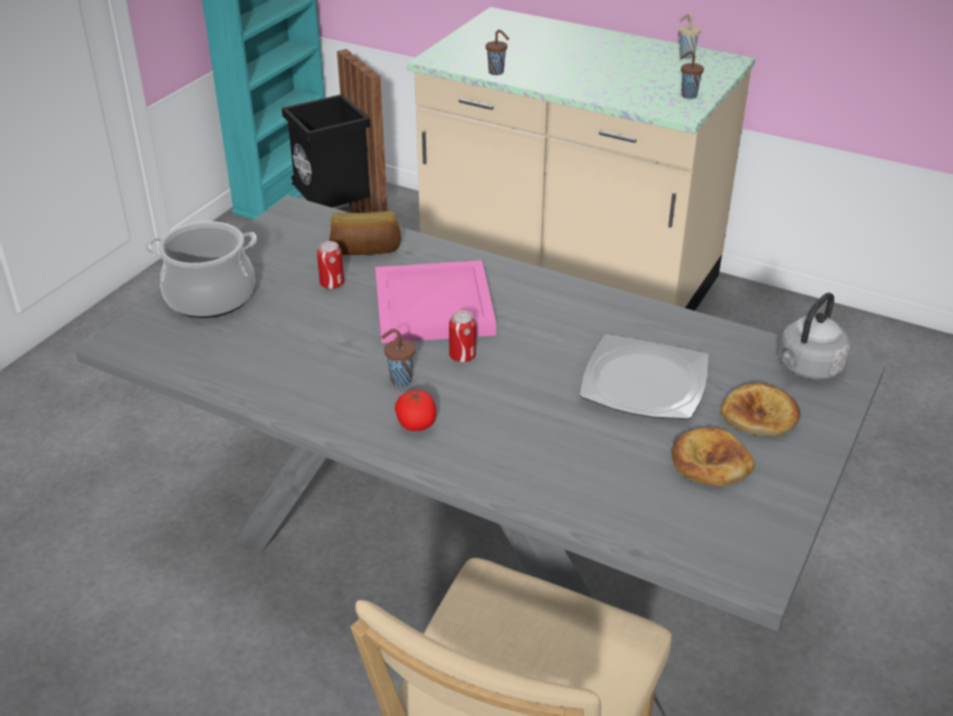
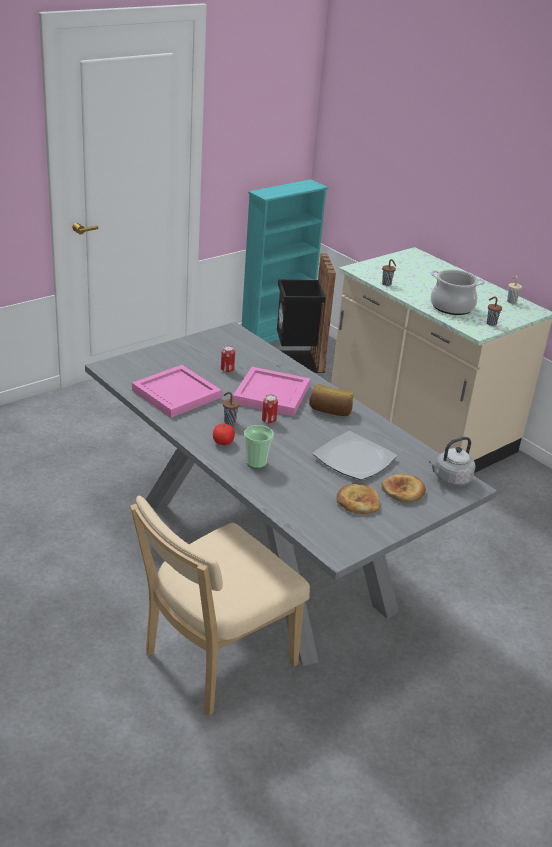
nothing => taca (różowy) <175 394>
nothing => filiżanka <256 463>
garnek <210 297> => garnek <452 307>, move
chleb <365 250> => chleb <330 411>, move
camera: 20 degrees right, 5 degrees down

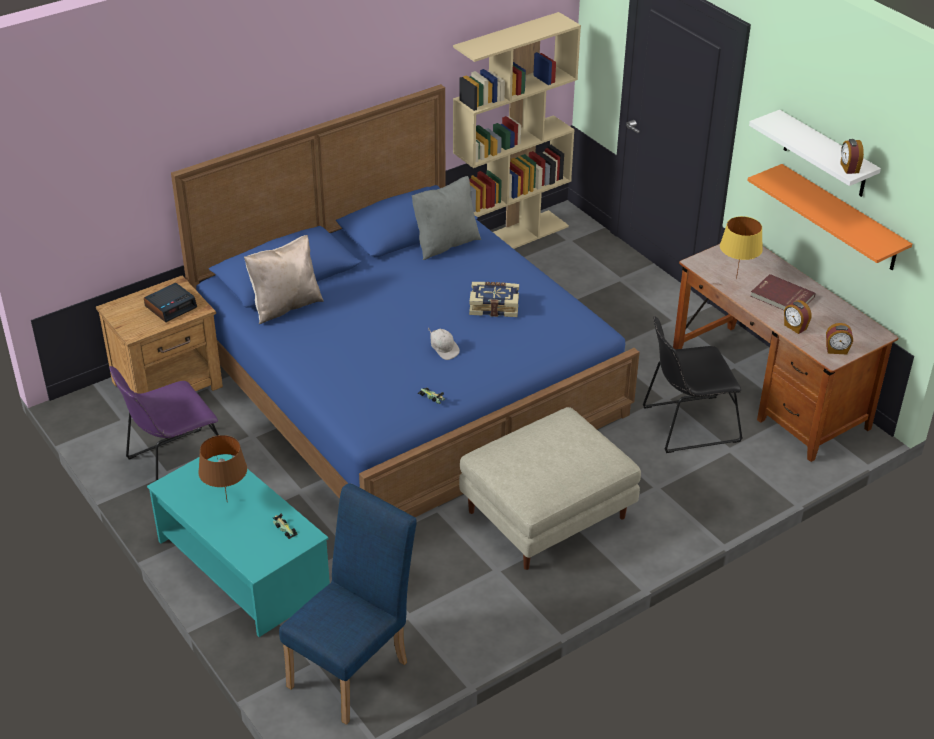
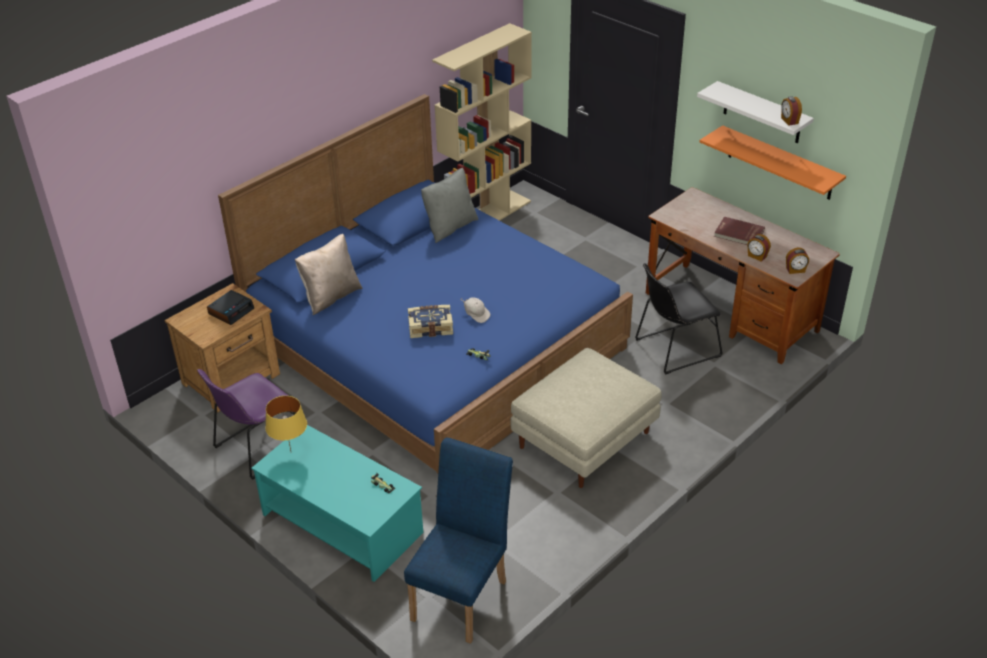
lampa stołowa (brązowy) <226 502> => nothing
książka <494 306> => książka <430 326>, move
lampa stołowa (żółty) <736 279> => lampa stołowa (żółty) <291 452>, move
camera: 10 degrees left, 0 degrees up

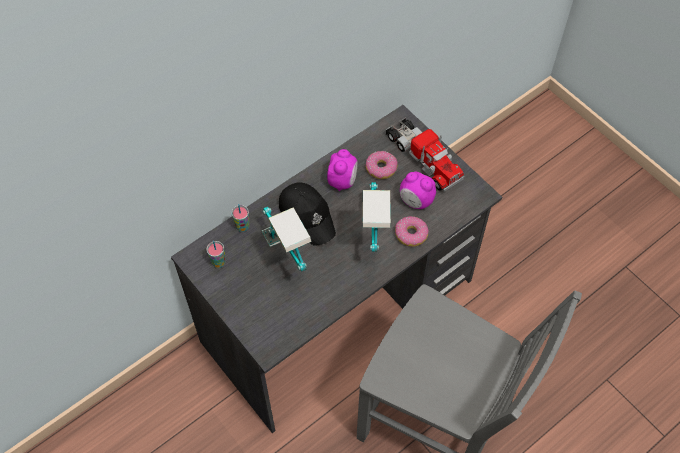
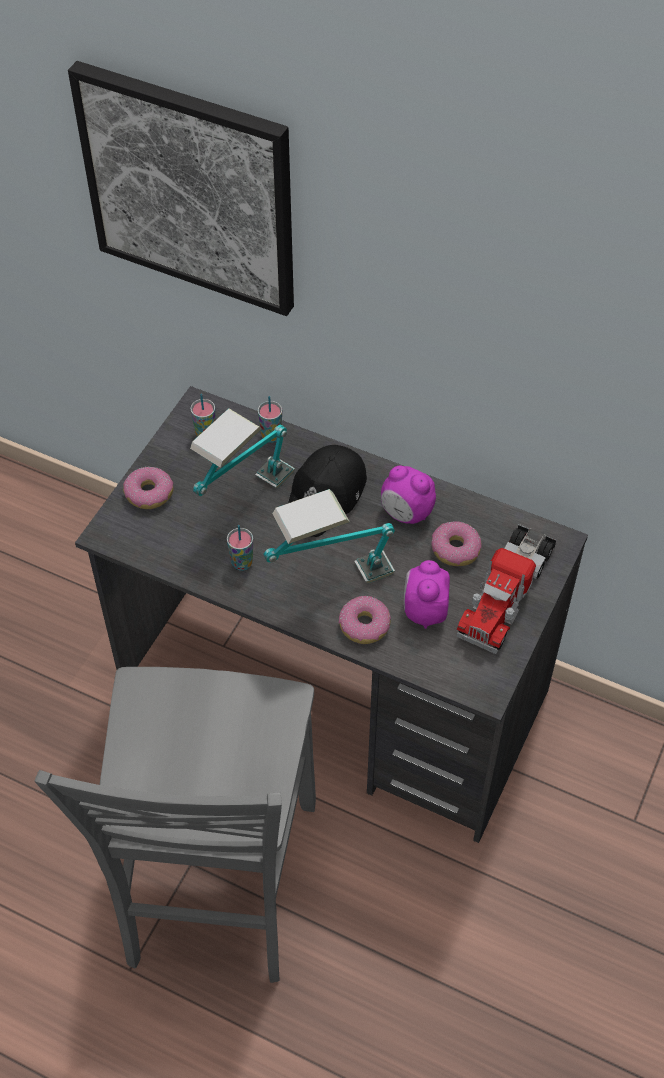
nothing => obraz <190 188>
nothing => donut <149 494>
nothing => filiżanka <242 563>
budzik <342 181> => budzik <406 513>, 45 degrees clockwise
camera: 65 degrees right, 5 degrees down

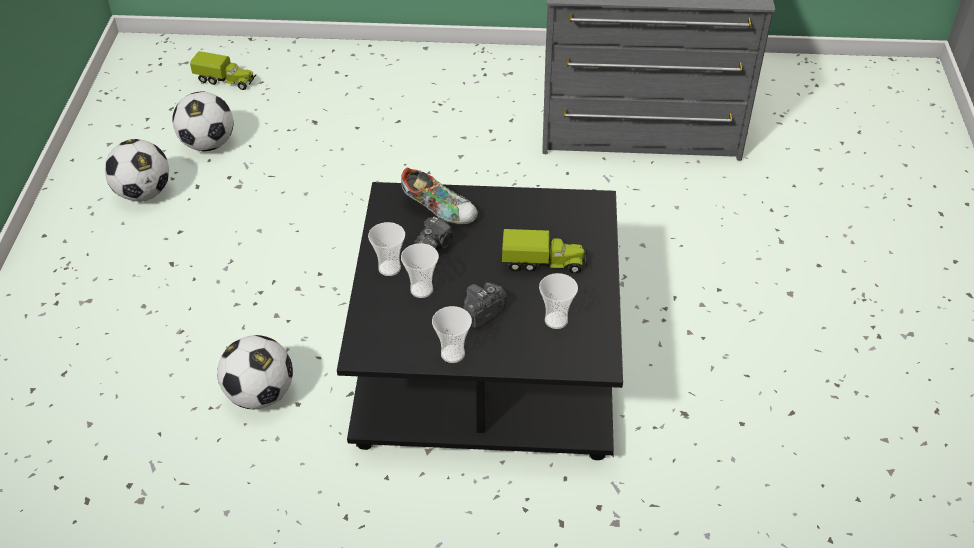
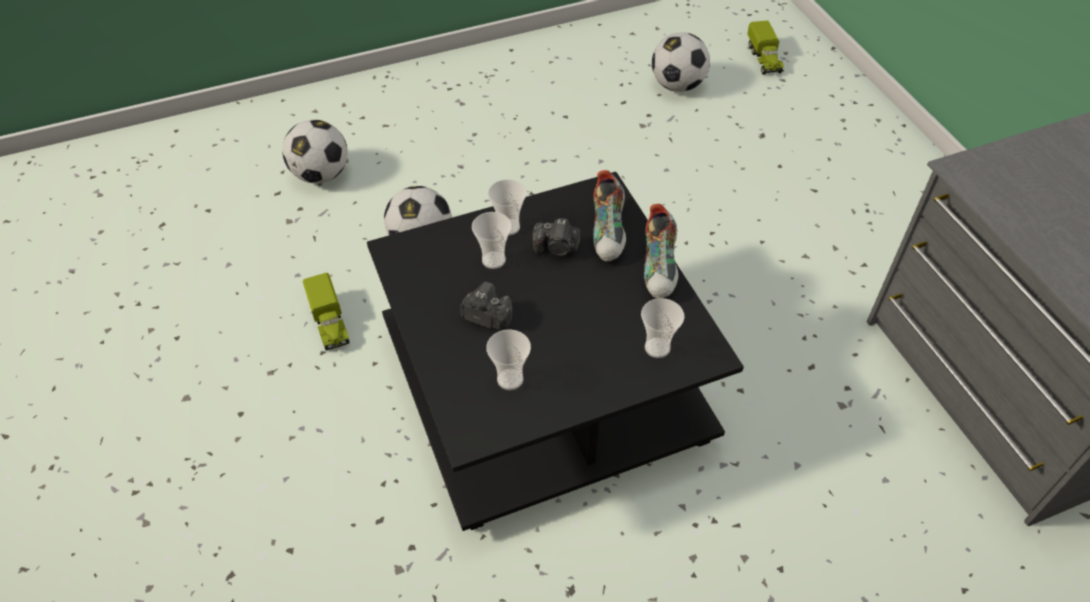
nothing => but <661 267>
piłka futbolowa <143 193> => piłka futbolowa <321 174>, move
filiżanka <452 354> => filiżanka <657 347>, move
ciężarówka zabawkowa <544 263> => ciężarówka zabawkowa <330 323>, move
camera: 65 degrees right, 5 degrees up

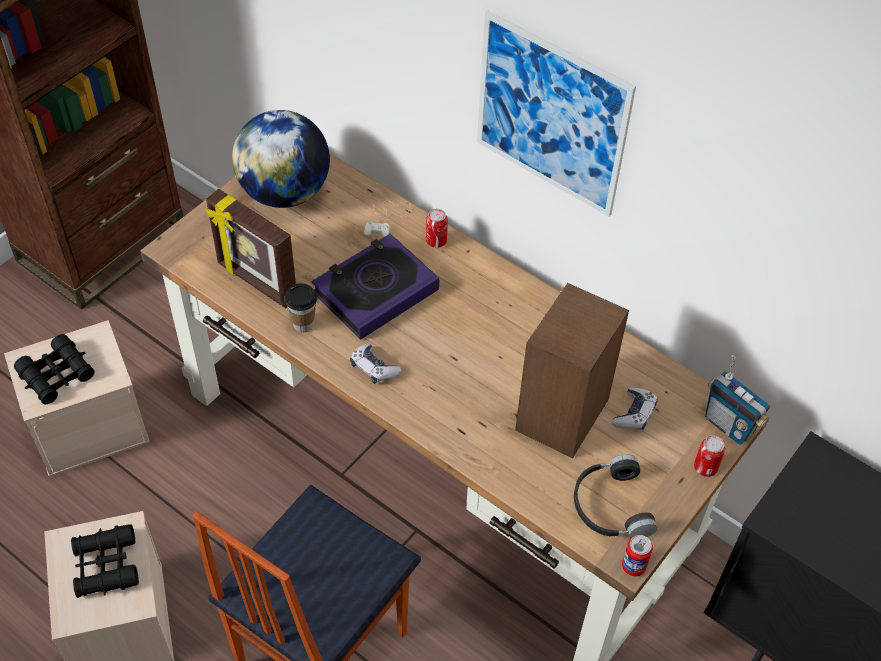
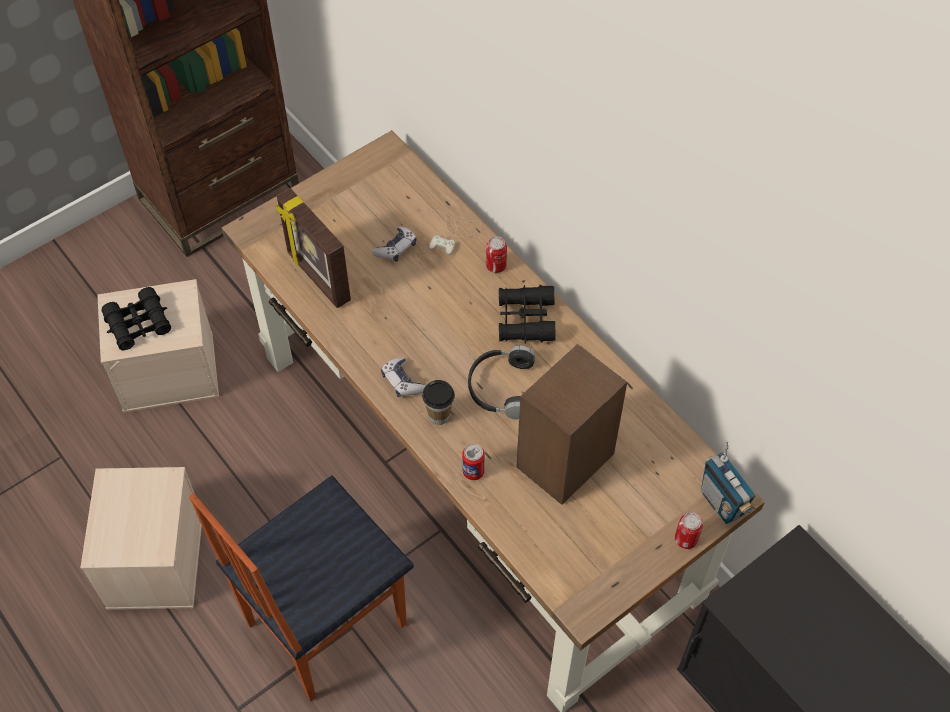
globus <284 193> => nothing
książka <375 291> => nothing
obraz <551 115> => nothing
lornetka (czarny) <106 566> => lornetka (czarny) <525 320>, move
filiżanka <303 324> => filiżanka <439 416>, move
słuchawki (czarny) <609 506> => słuchawki (czarny) <500 387>, move
pad do gier <634 414> => pad do gier <396 248>, move
puszka <633 566> => puszka <473 471>, move
camera: 15 degrees right, 5 degrees up

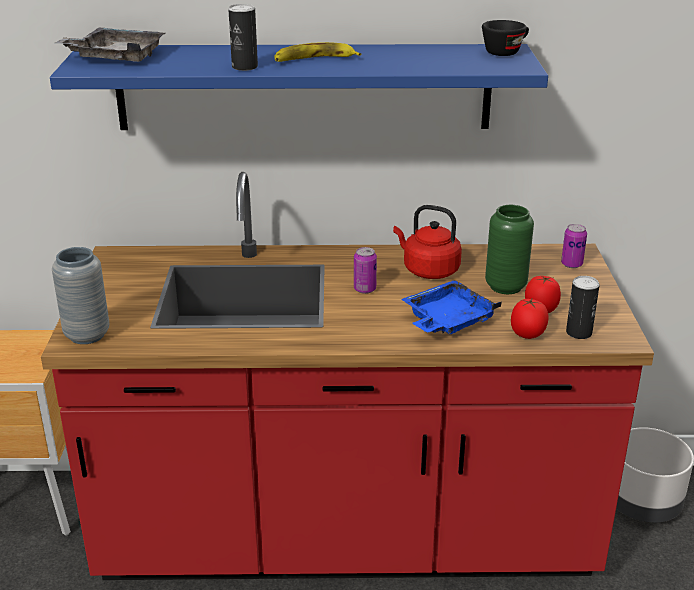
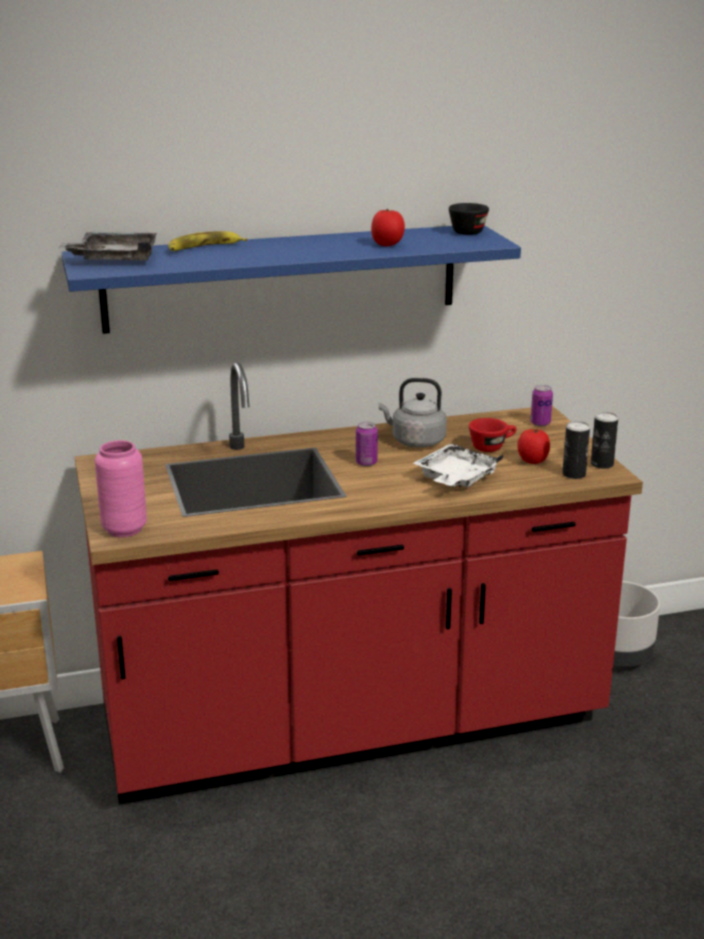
puszka <244 67> => puszka <602 464>, move
banan <314 60> => banan <203 248>, move
pomidor <527 335> => pomidor <387 245>, move
wazon (zielony) <505 286> => filiżanka (czerwony) <492 447>
wazon (szary) <87 335> => wazon (różowy) <124 529>
czajnik (czerwony) <428 270> => czajnik (szary) <415 441>
taca (niebieski) <447 320> => taca (biały) <455 478>
camera: 15 degrees left, 5 degrees down

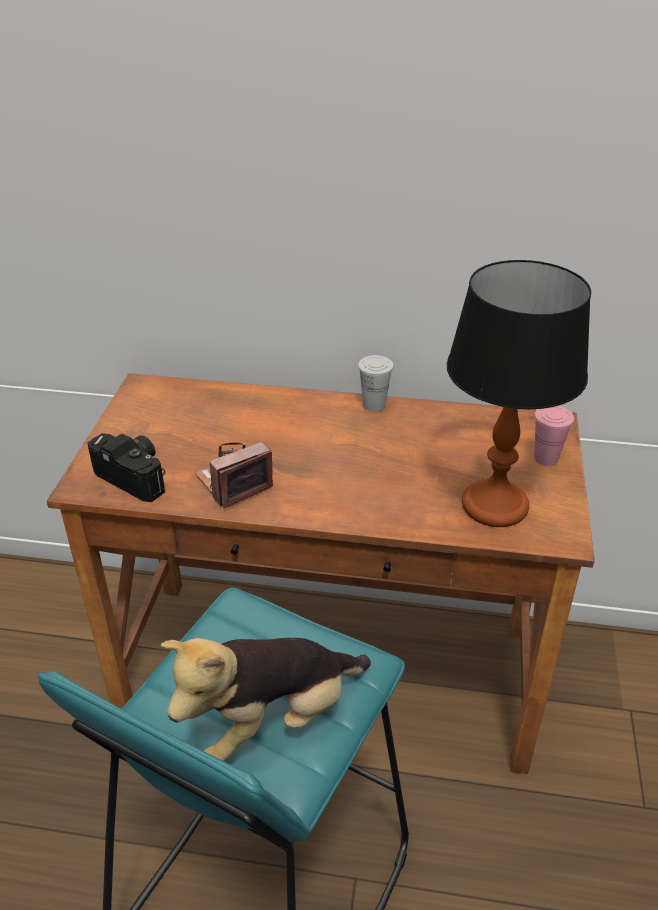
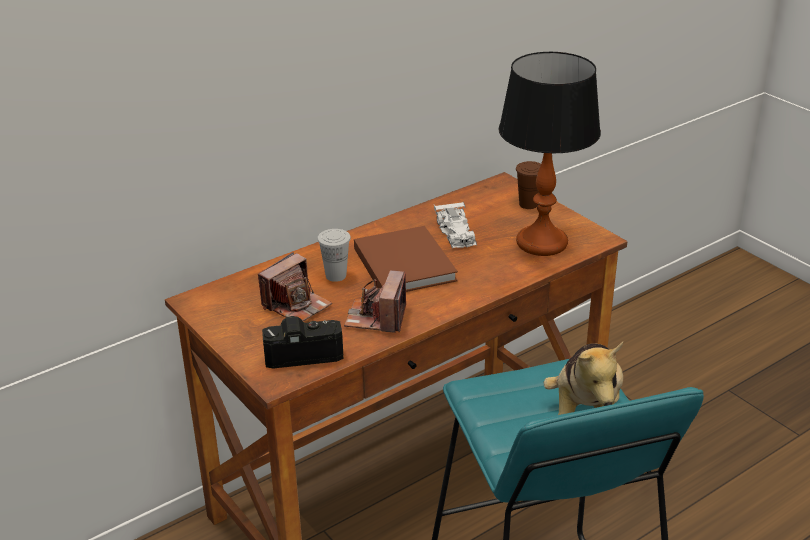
nothing => aparat fotograficzny <296 305>
nothing => książka (brązowy) <403 262>
nothing => samochodzik (biały) <456 233>
filiżanka (biały) <374 405> => filiżanka (biały) <336 276>, move
filiżanka (różowy) <545 458> => filiżanka (brązowy) <528 204>
camera: 45 degrees left, 5 degrees down

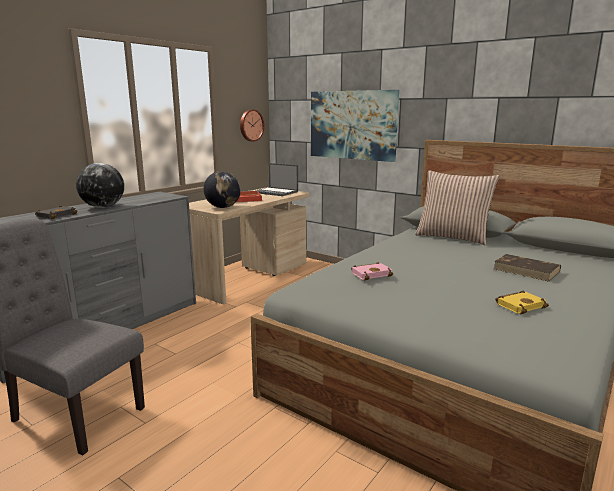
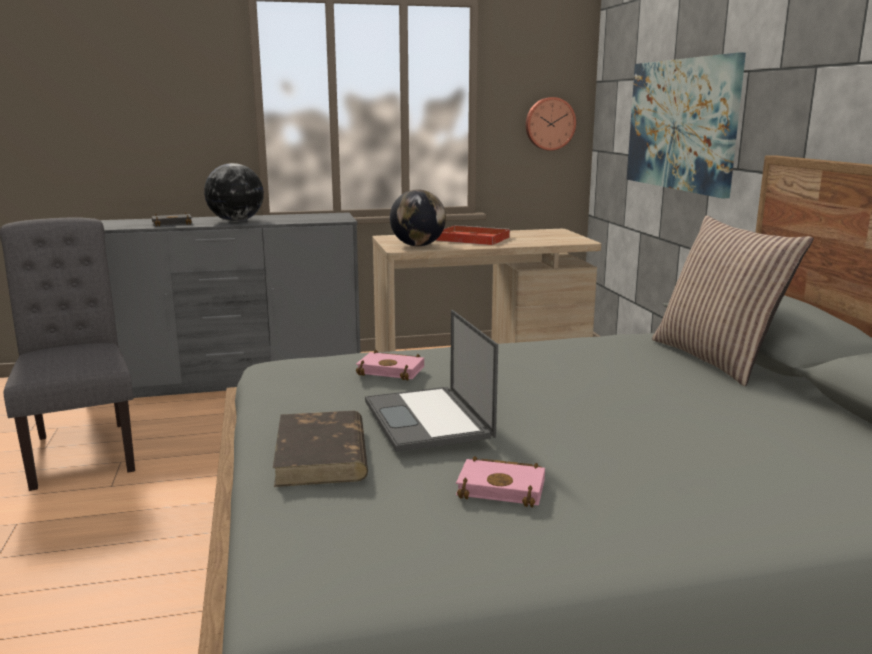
laptop <276 192> => laptop <428 419>, move
książka (brązowy) <527 270> => książka (brązowy) <321 455>, move
książka (żółty) <520 305> => książka (różowy) <503 487>
camera: 40 degrees right, 0 degrees up

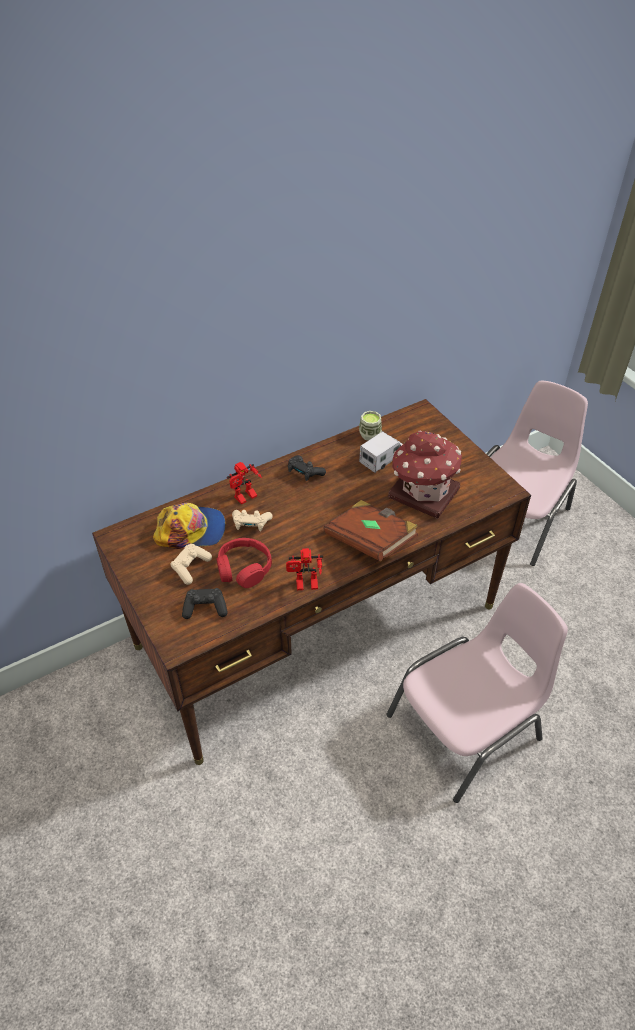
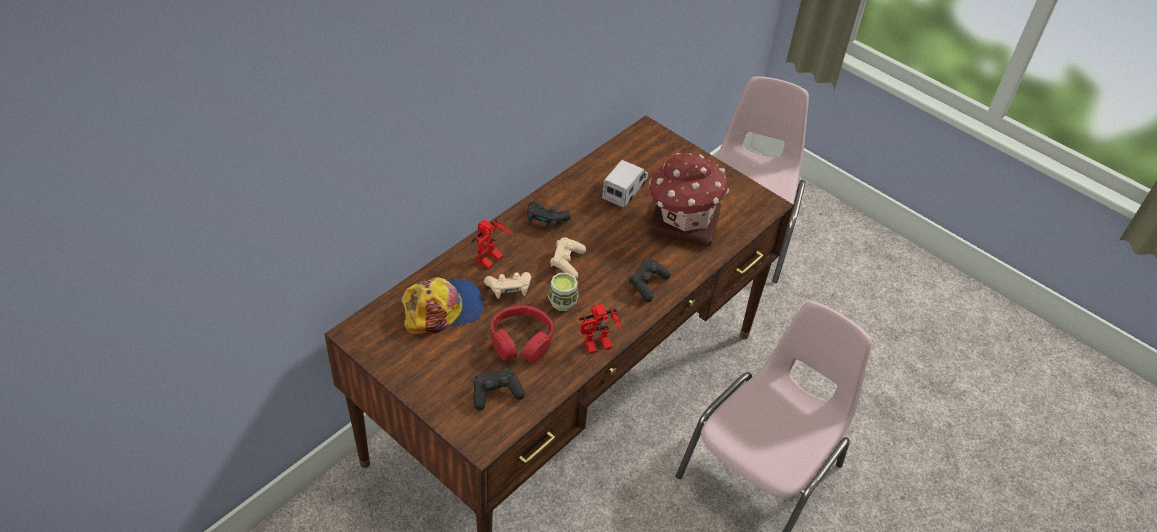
pad do gier (beżowy) <190 567> => pad do gier (beżowy) <567 263>, move
filiżanka <370 435> => filiżanka <562 302>, move
książka (brązowy) <370 541> => pad do gier (czarny) <647 284>
camera: 20 degrees left, 0 degrees up

